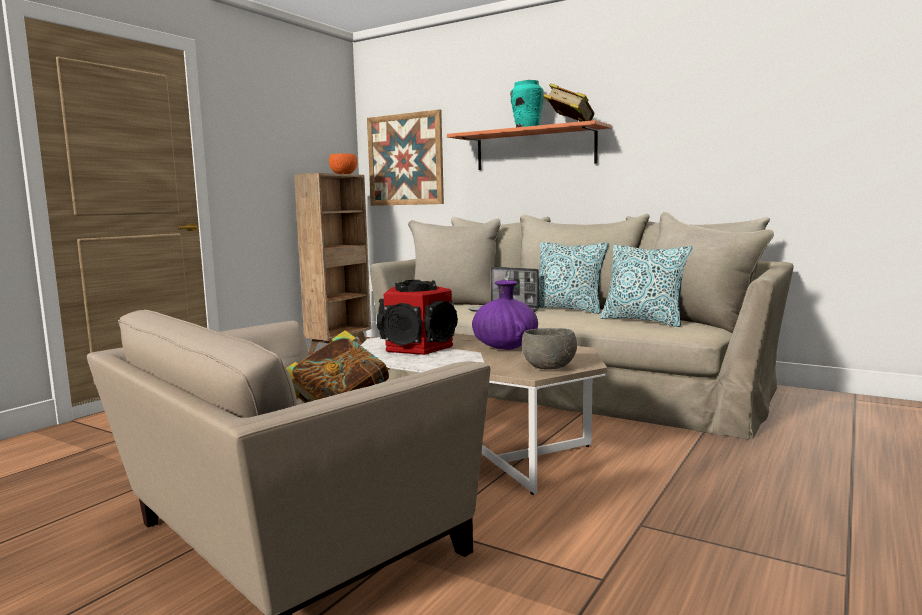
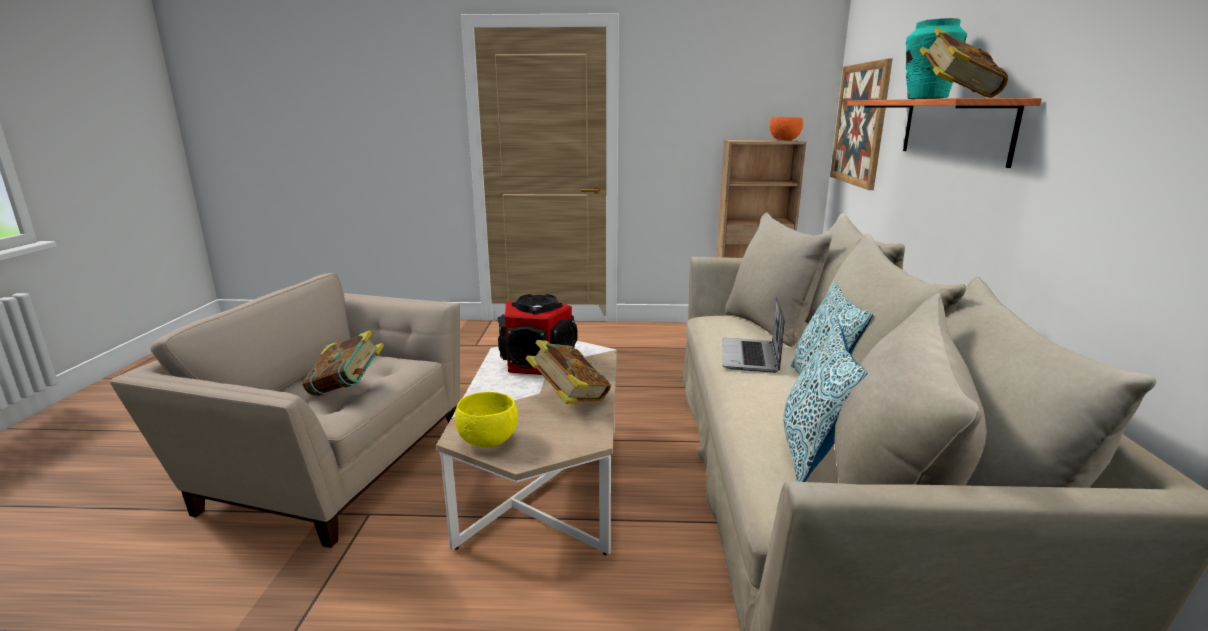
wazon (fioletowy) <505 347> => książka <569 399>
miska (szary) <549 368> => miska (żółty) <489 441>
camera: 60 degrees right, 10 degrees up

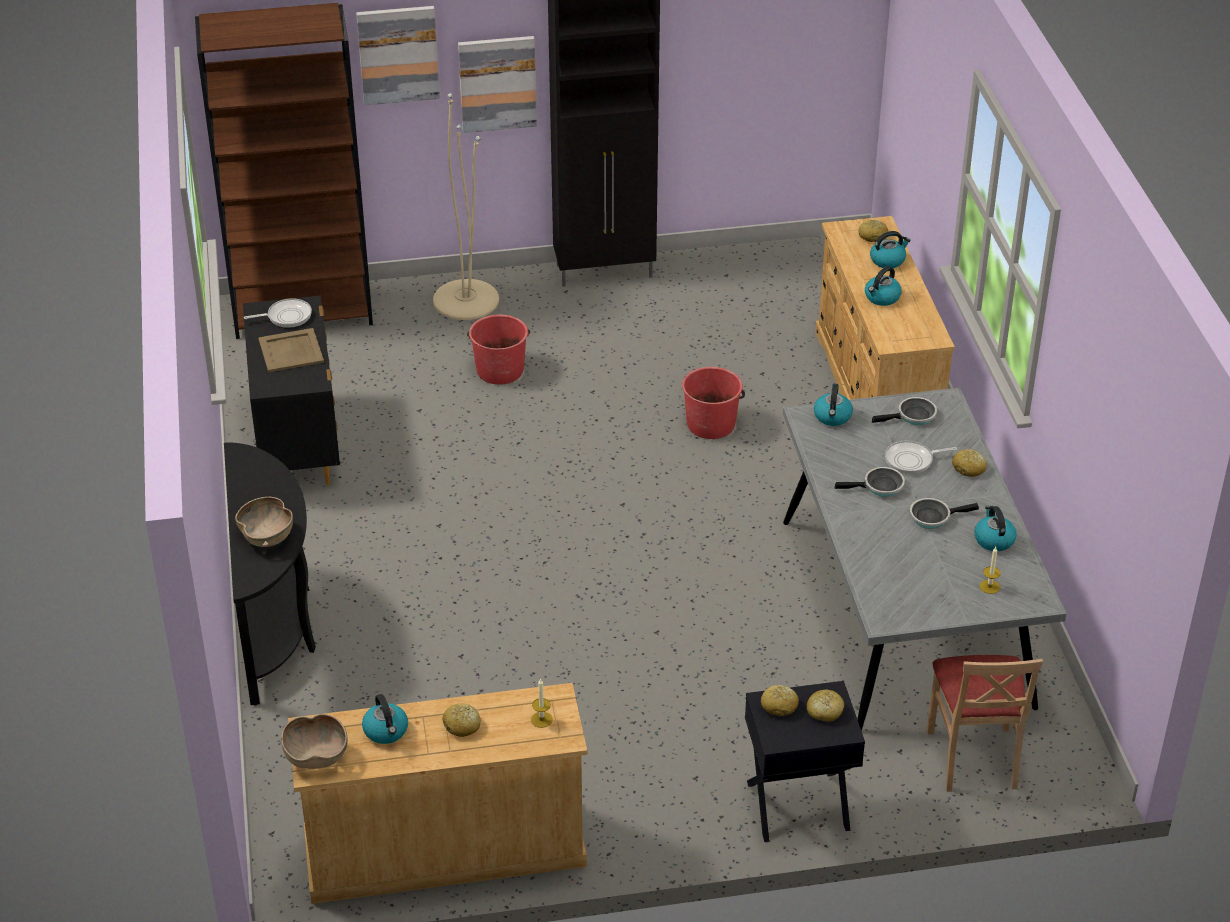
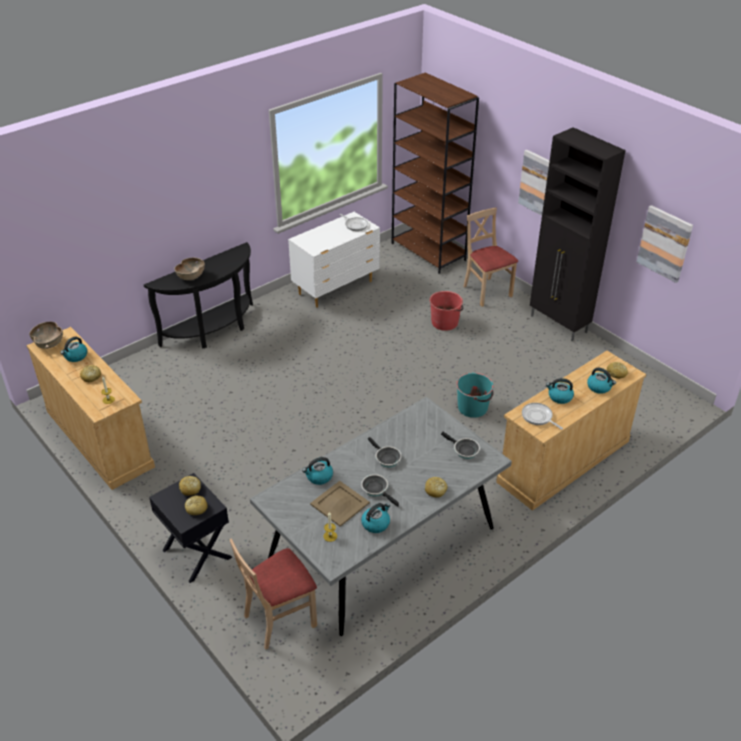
taca (beżowy) <290 350> => taca (beżowy) <339 503>, move
obraz <398 54> => obraz <664 243>, move
czajnik <832 417> => czajnik <319 477>, move
patelnia <912 460> => patelnia <538 417>, move
lampa stojąca (beżowy) <466 300> => krzesło (beżowy) <486 292>
komoda (czarny) <298 443> => komoda (biały) <336 288>
wiadro (czerwony) <711 424> => wiadro (turkusowy) <473 408>
camera: 60 degrees right, 0 degrees up

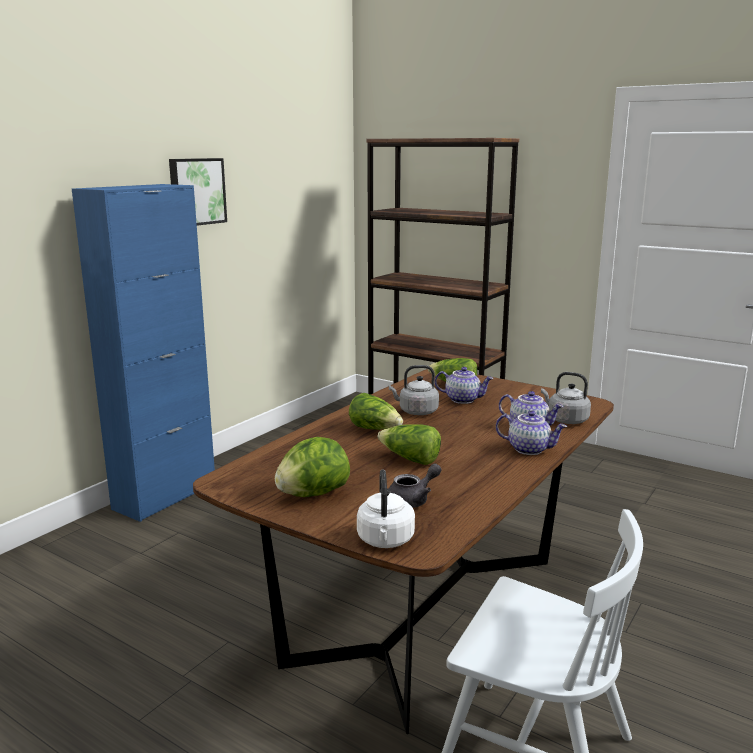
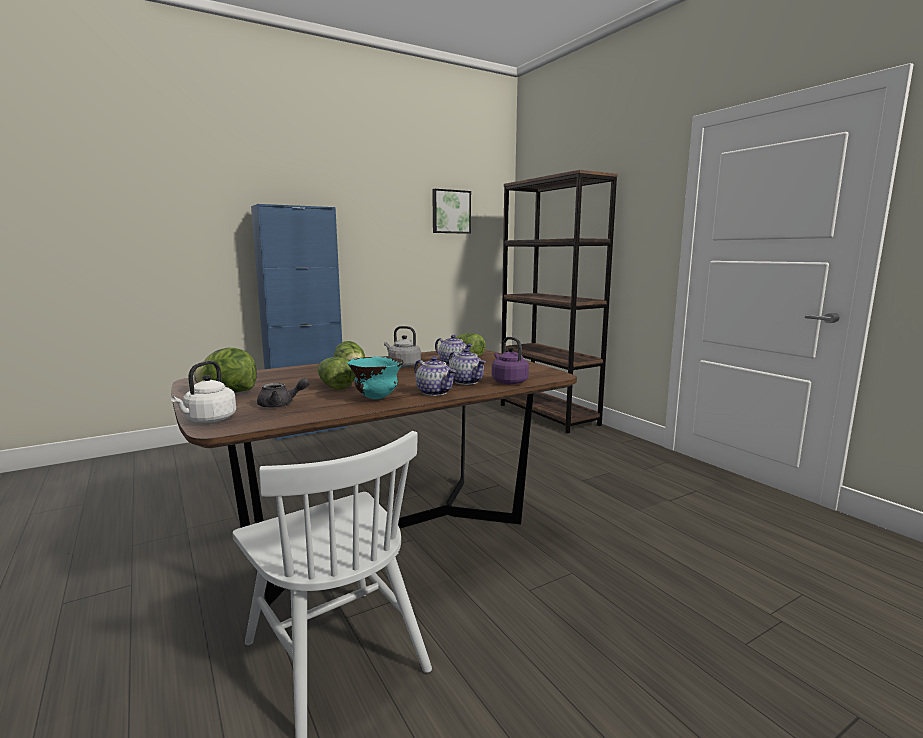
nothing => miska (turkusowy) <376 398>
obraz <196 191> => obraz <450 211>, move
czajnik (szary) <565 420> => czajnik (fioletowy) <508 381>
camera: 25 degrees right, 5 degrees down

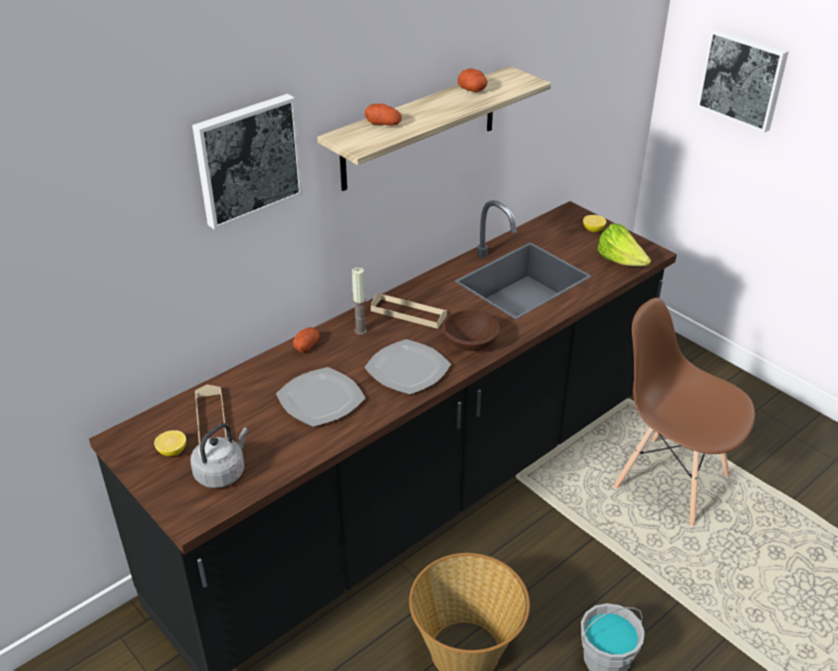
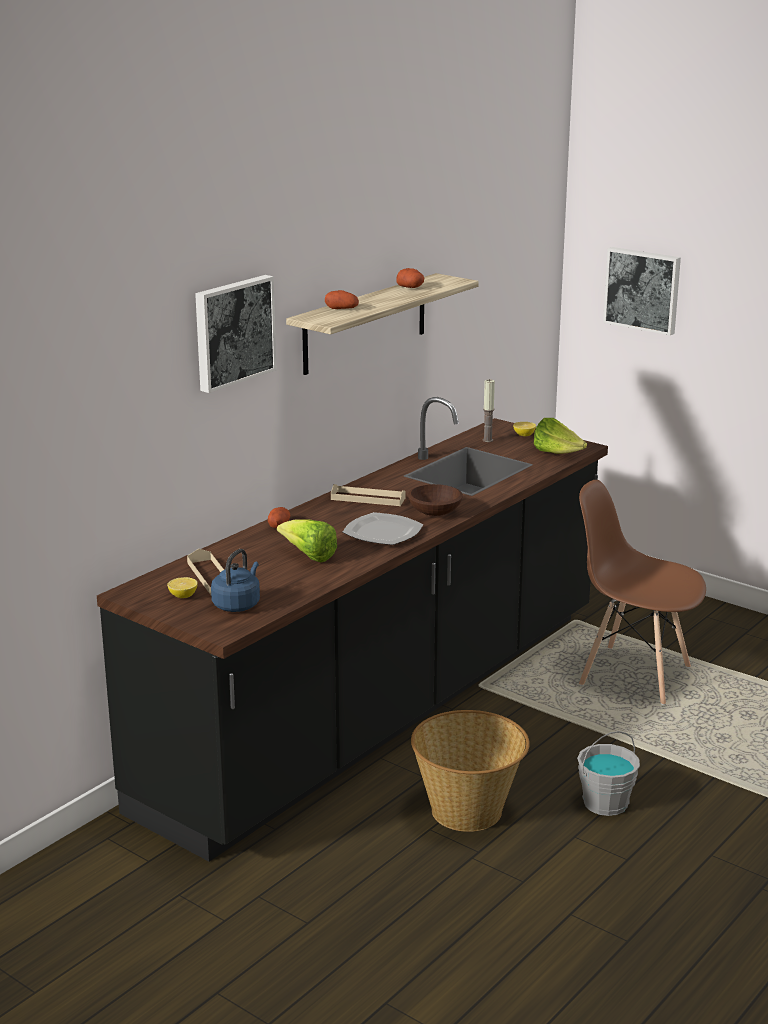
świeca <360 330> => świeca <487 440>, move
talerz <320 400> => sałata <309 556>
czajnik (szary) <222 473> => czajnik (niebieski) <237 604>
camera: 10 degrees left, 15 degrees down

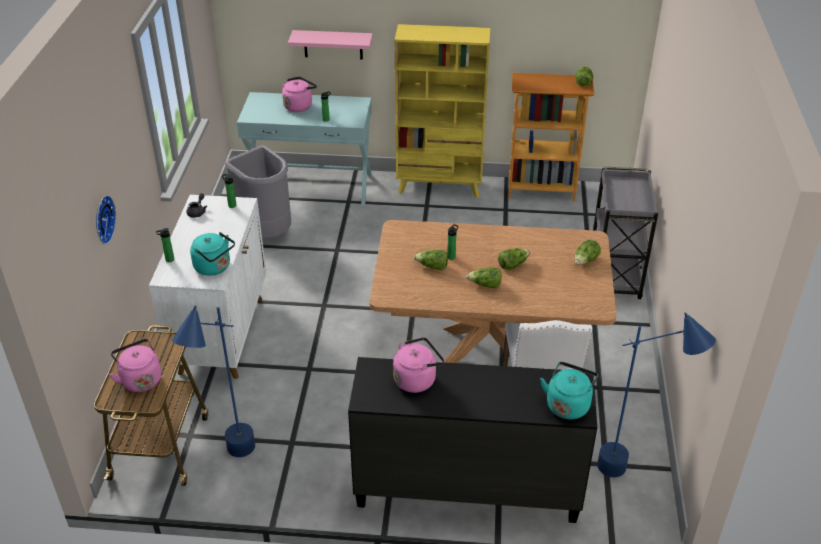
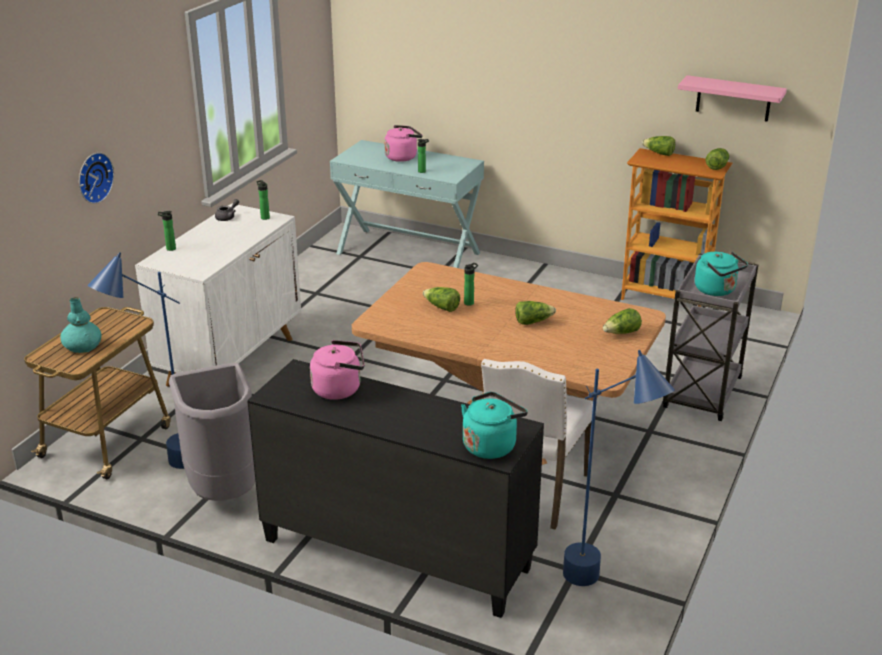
regał (żółty) <440 186> => nothing
czajnik (turkusowy) <214 267> => czajnik (turkusowy) <717 290>, move
kosz na śmieci (szary) <266 232> => kosz na śmieci (szary) <224 491>, move
półka (różowy) <333 44> => półka (różowy) <733 99>, move
sałata <485 285> => sałata <659 153>, move
czajnik (różowy) <140 379> => wazon (turkusowy) <83 346>
camera: 20 degrees right, 10 degrees down

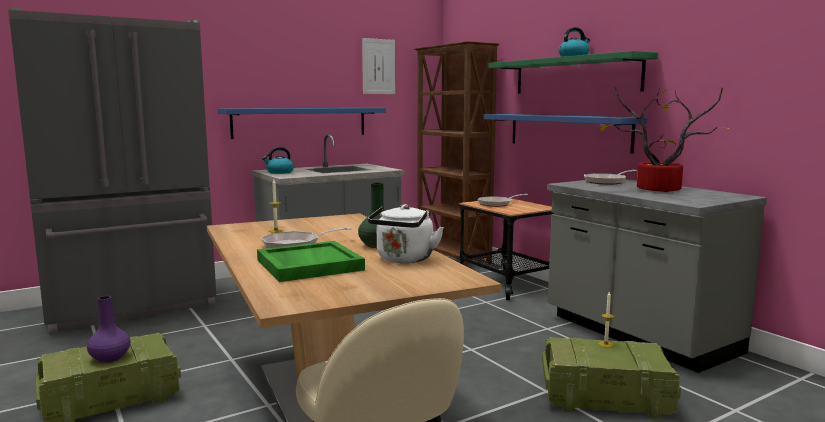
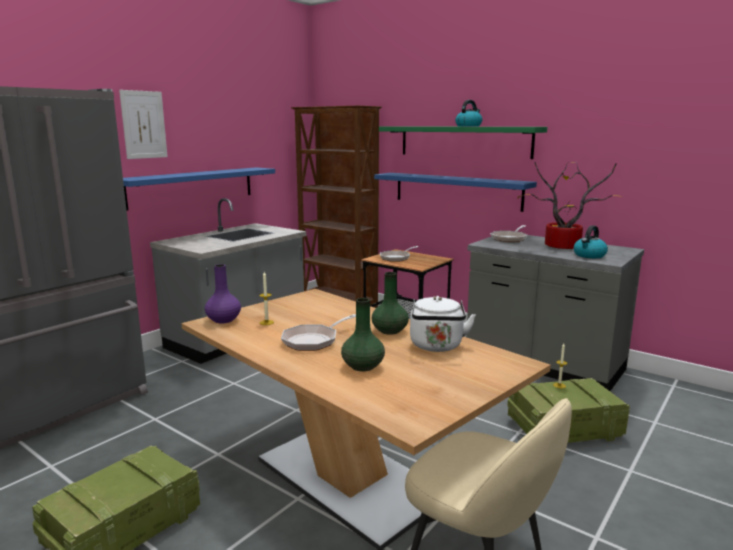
wazon (fioletowy) <110 358> => wazon (fioletowy) <224 320>, move
czajnik <279 172> => czajnik <589 255>, move
obraz <378 66> => obraz <144 125>, move
taca (zielony) <308 265> => wazon (zielony) <362 366>
camera: 20 degrees left, 5 degrees up

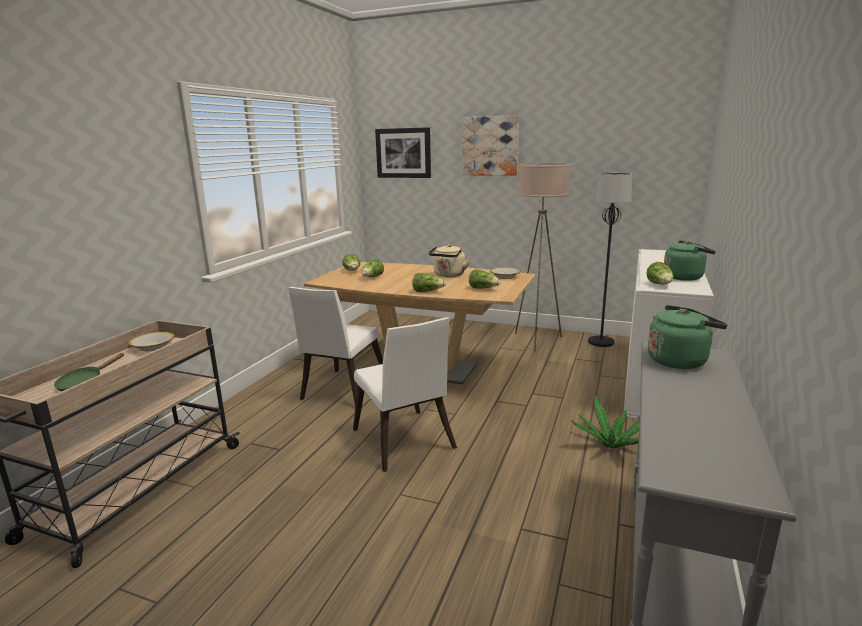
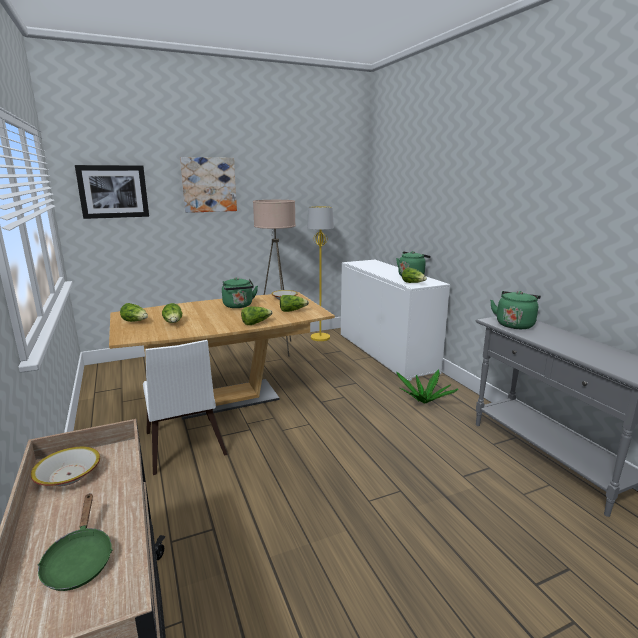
krzesło (biały) <404 443> => nothing
czajnik (beżowy) <448 275> => czajnik (zielony) <238 306>
lampa stojąca (czarny) <601 342> => lampa stojąca (żółty) <320 337>
camera: 45 degrees left, 0 degrees up

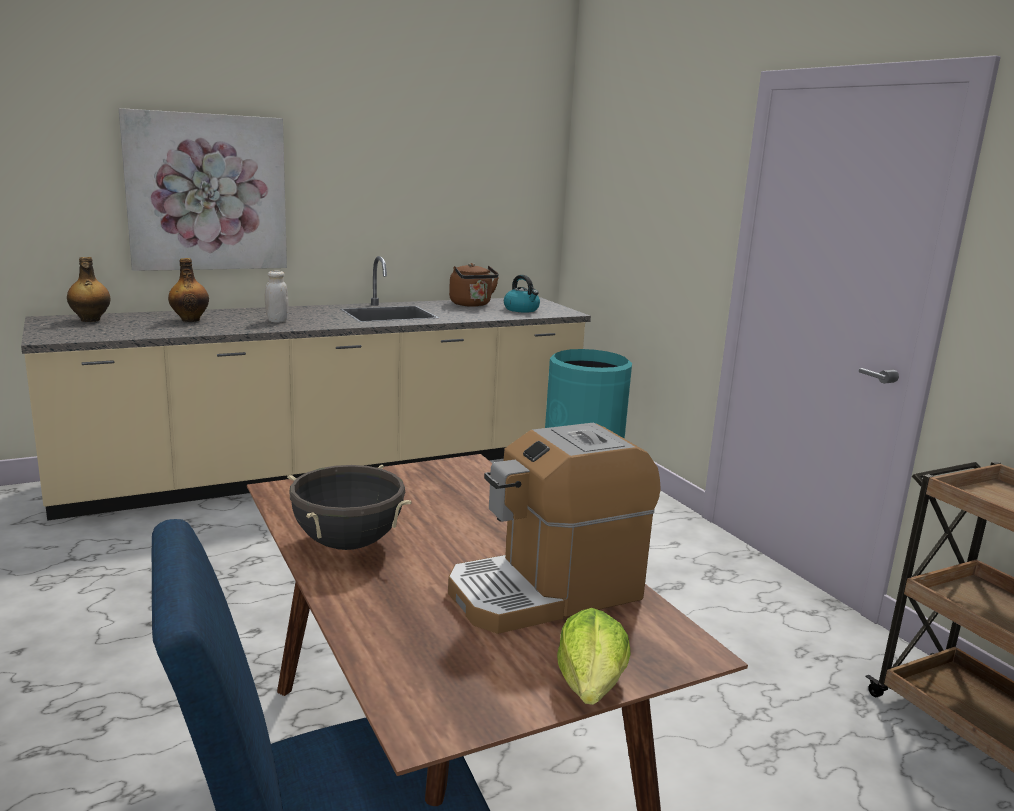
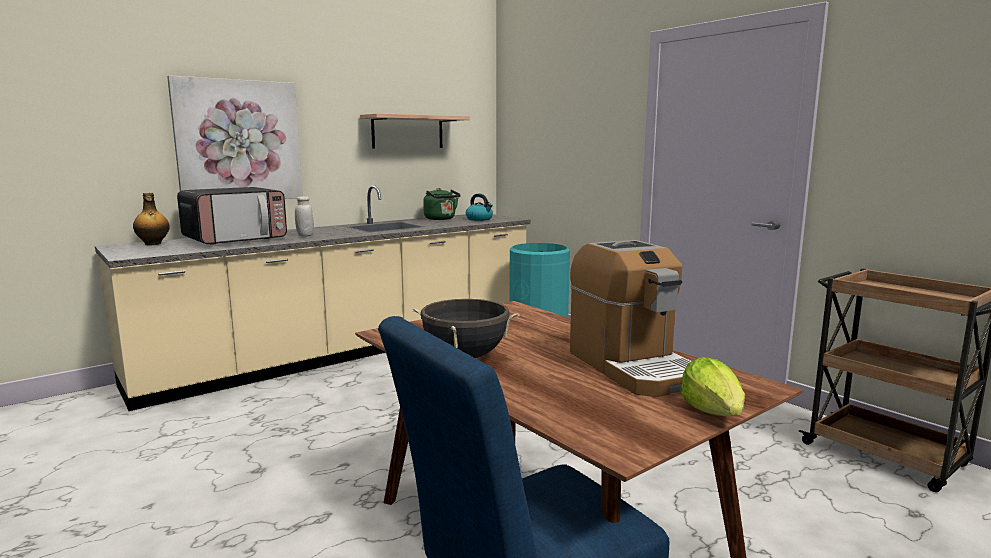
nothing => półka <407 132>
butelka <190 320> => mikrofalówka <235 239>
czajnik (brązowy) <472 304> => czajnik (zielony) <441 219>
ekspres do kawy <546 591> => ekspres do kawy <633 367>, 75 degrees counterclockwise
camera: 10 degrees left, 5 degrees down

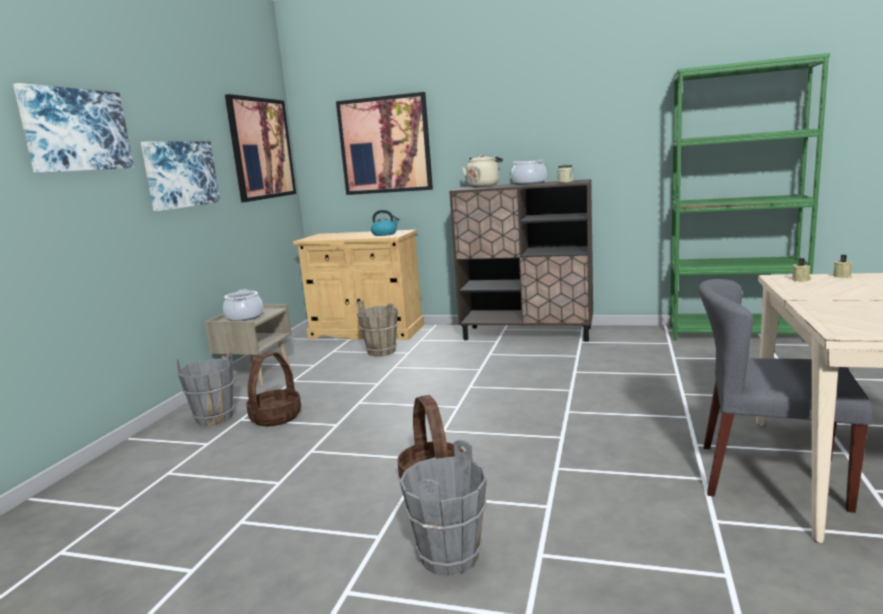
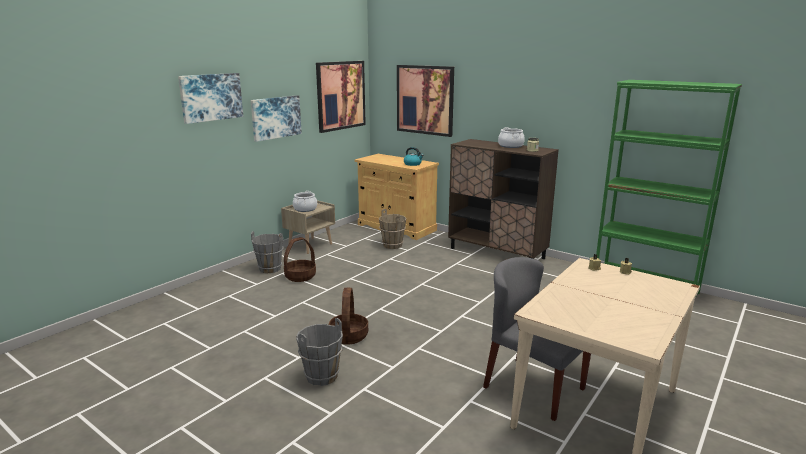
czajnik (beżowy) <483 186> => nothing
camera: 20 degrees right, 5 degrees up

